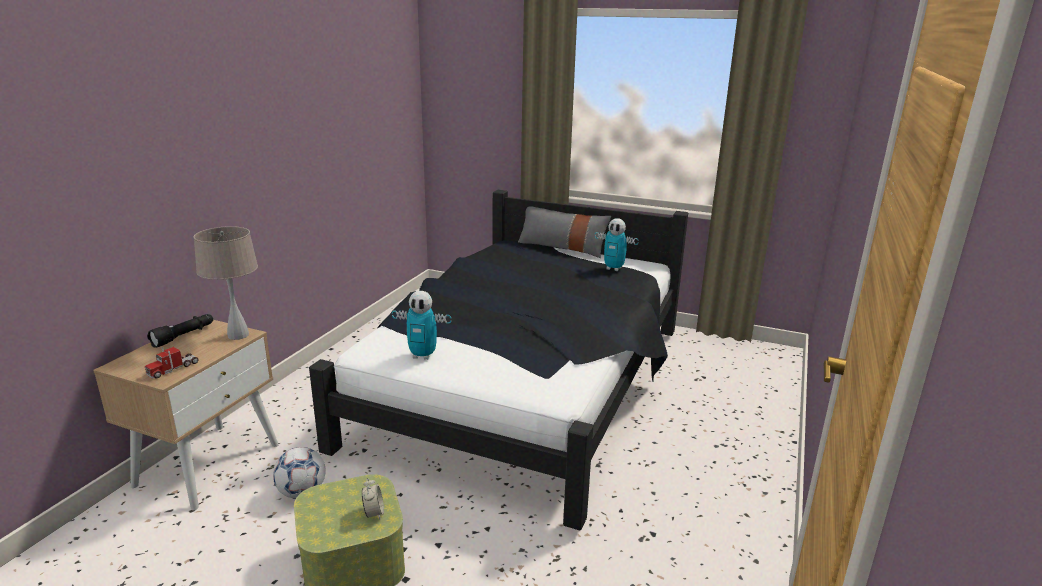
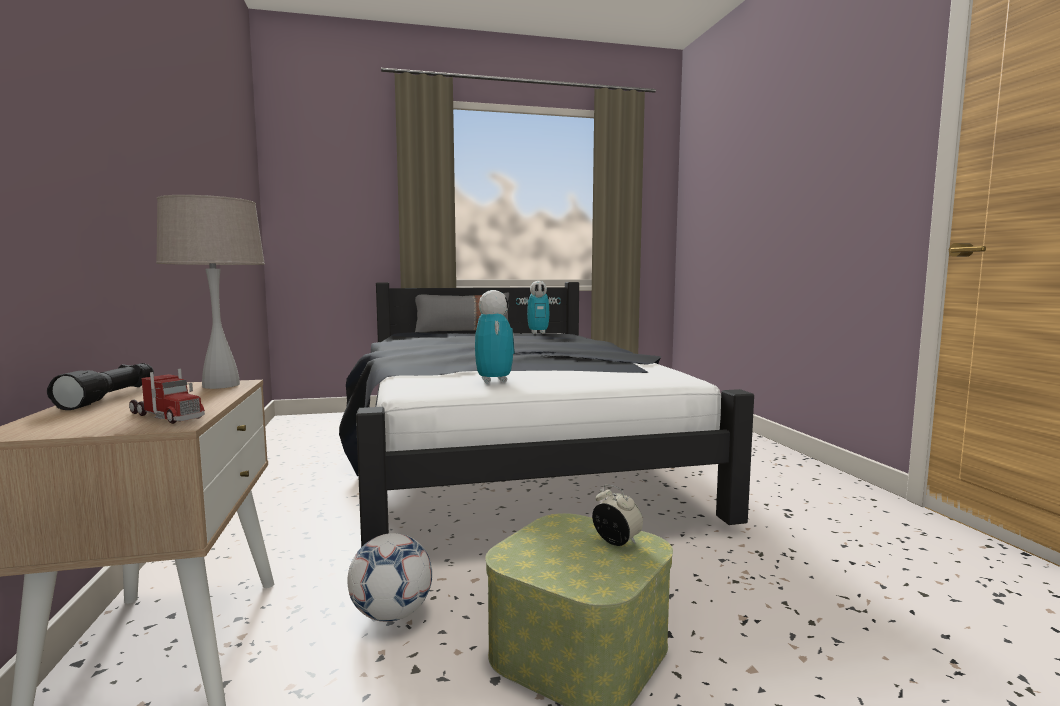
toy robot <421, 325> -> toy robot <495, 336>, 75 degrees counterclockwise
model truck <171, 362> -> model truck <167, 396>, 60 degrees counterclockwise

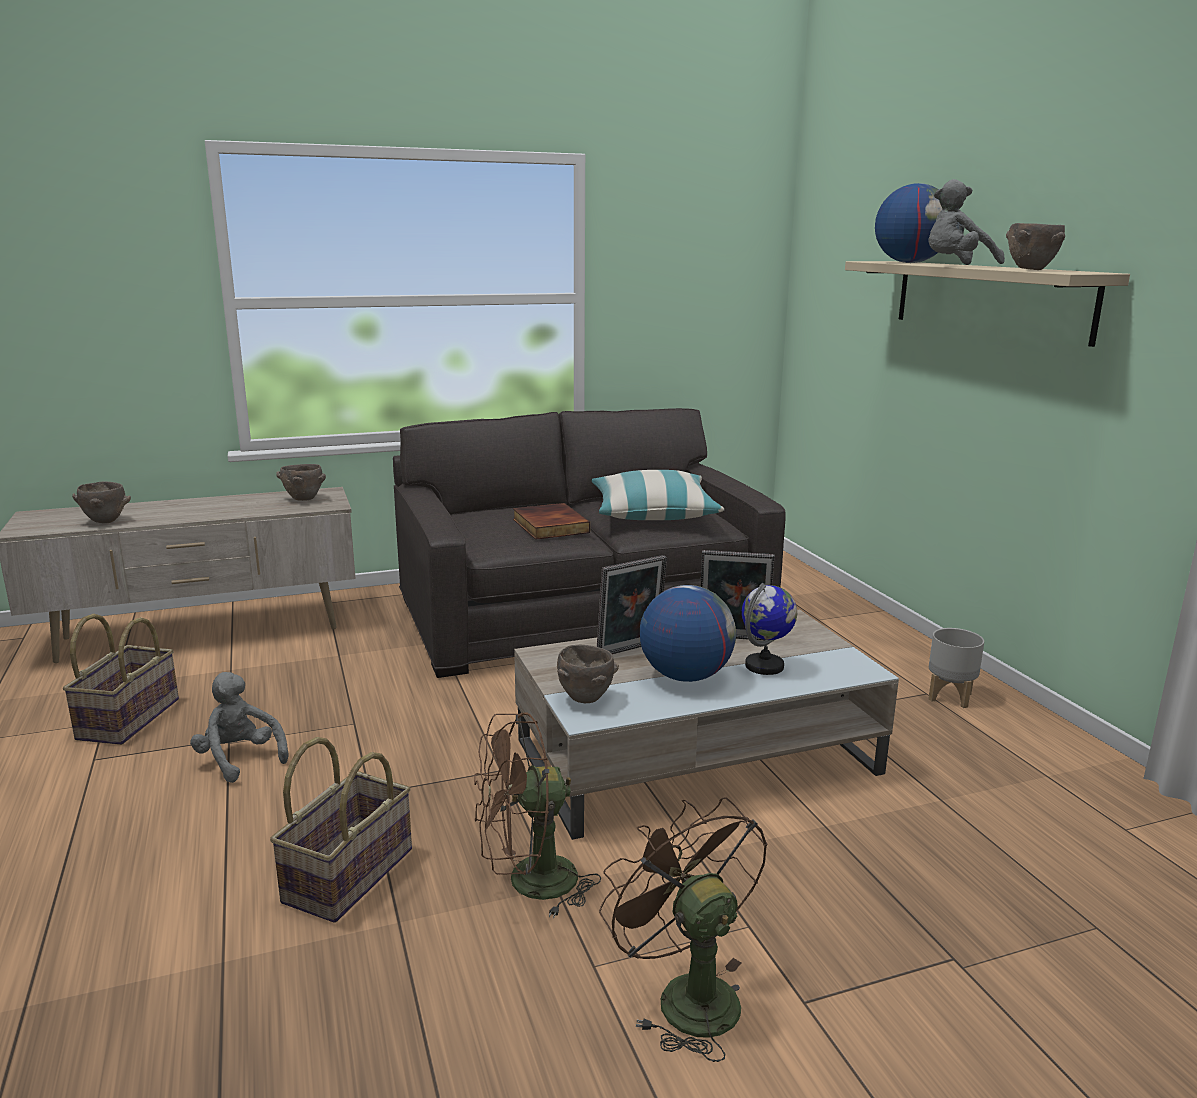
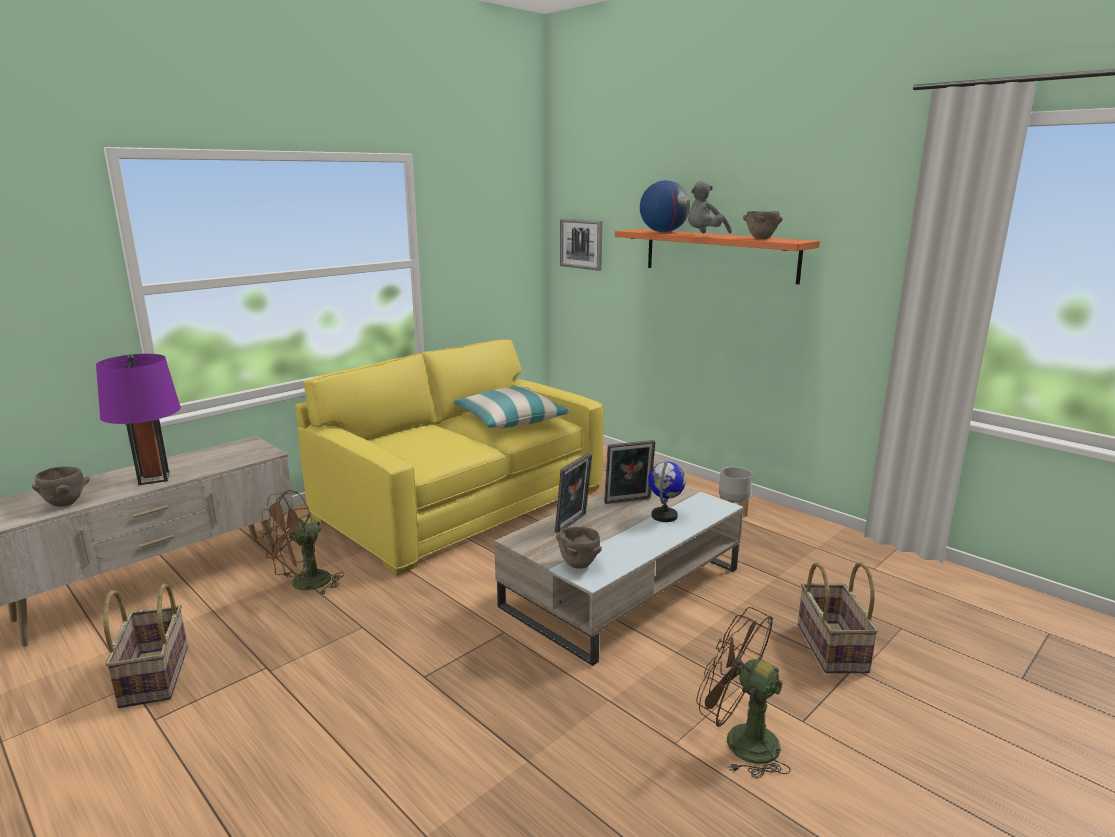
sand-coloured bracket shelf <987, 304> -> orange bracket shelf <717, 256>
greyish couch <589, 543> -> yellowish couch <449, 457>
brown deep dish <301, 482> -> none
bound book <551, 521> -> none
globe <688, 633> -> none
greyish soft toy <239, 727> -> none
brown electric fan <537, 815> -> brown electric fan <302, 543>, relocated
household basket <341, 830> -> household basket <838, 617>, relocated
none -> wall art <581, 245>
none -> purple-coloured lamp for a table <138, 419>

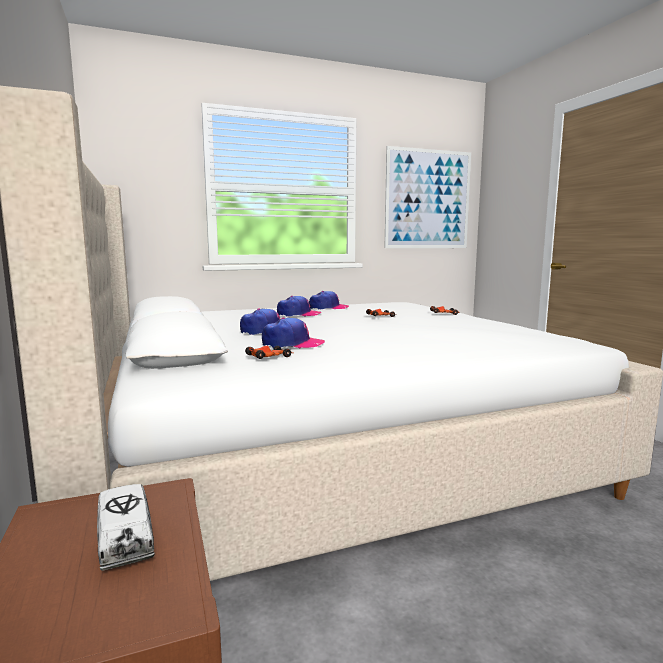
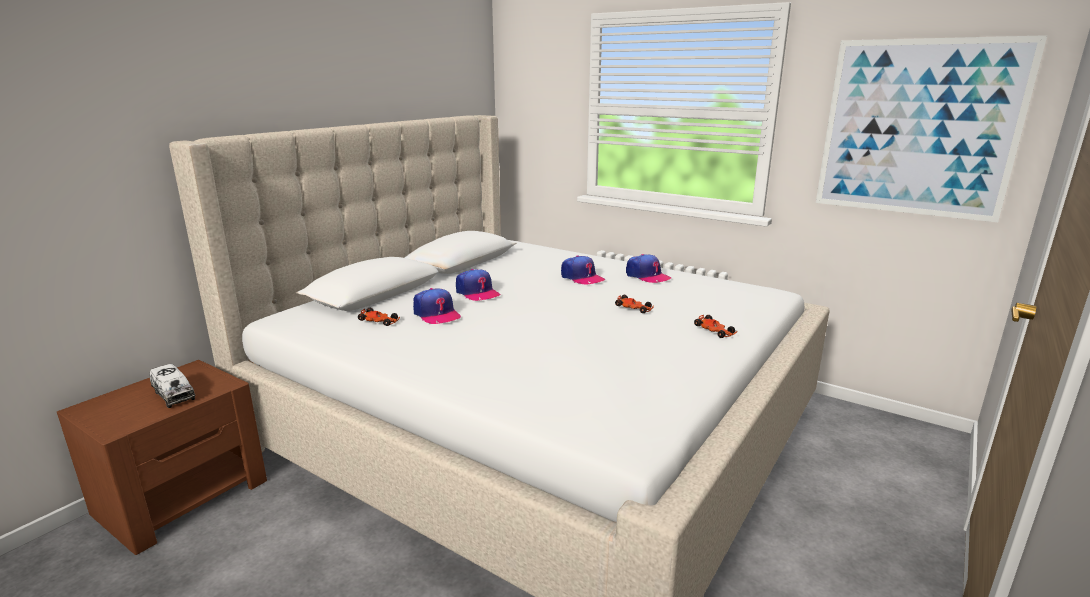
model truck <126, 527> -> model truck <172, 386>, 105 degrees clockwise

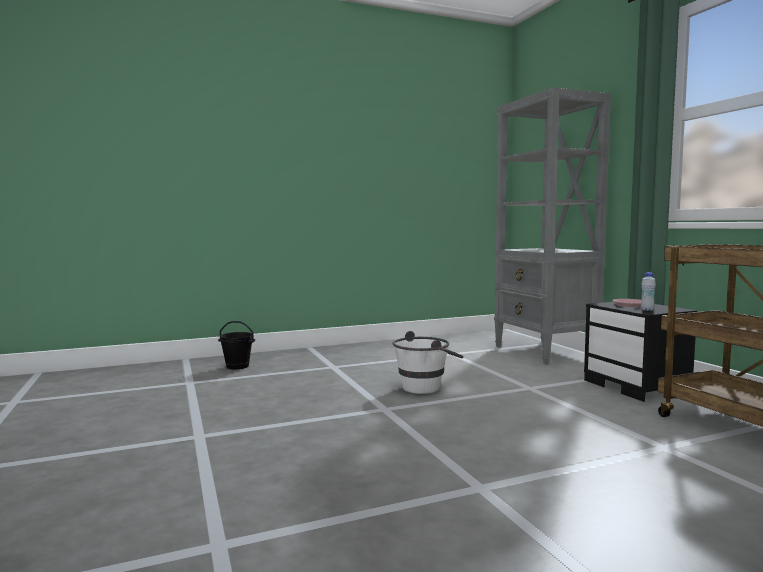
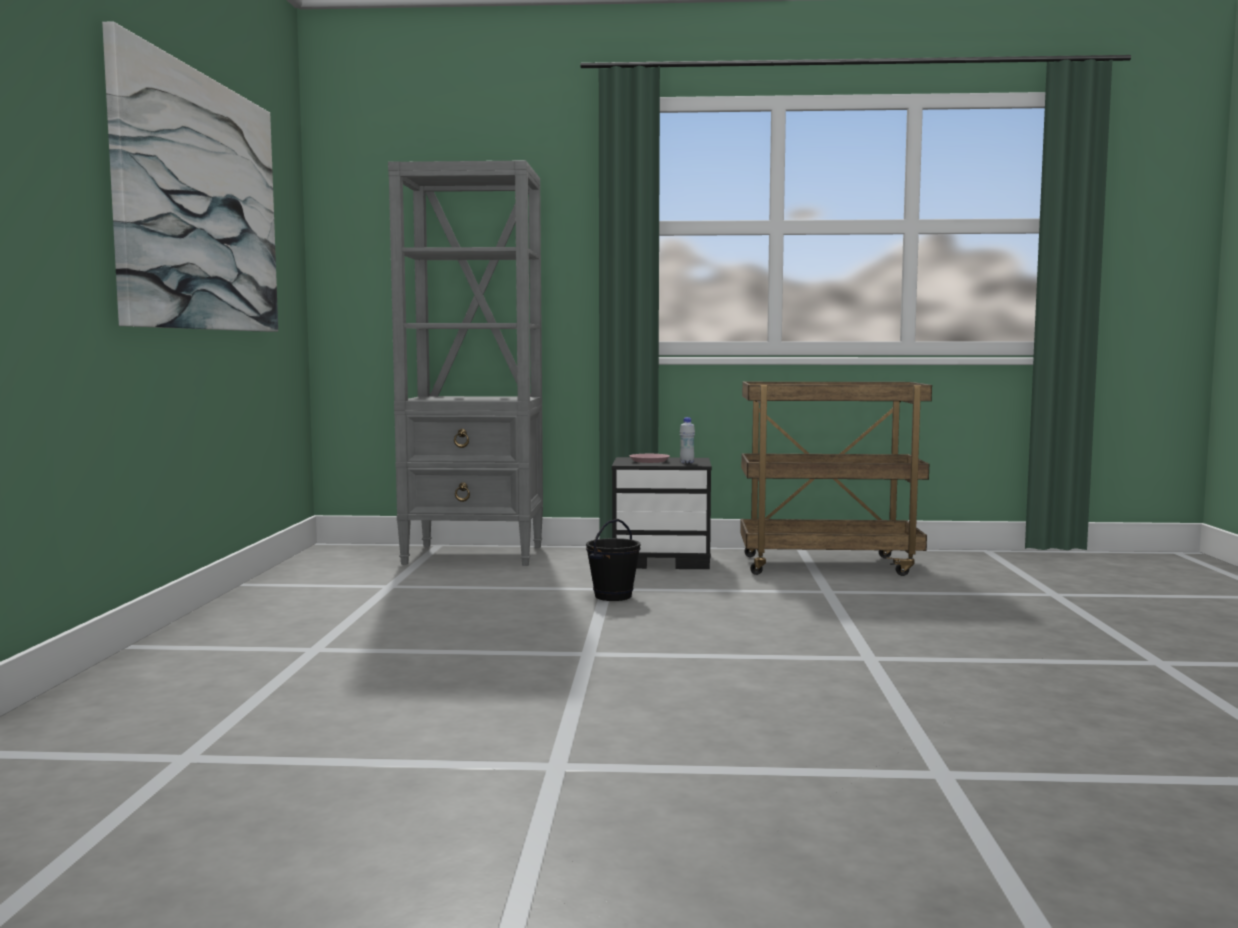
blackish pail <236, 345> -> blackish pail <613, 560>, relocated
white-coloured pail <428, 362> -> none
none -> wall art <190, 177>

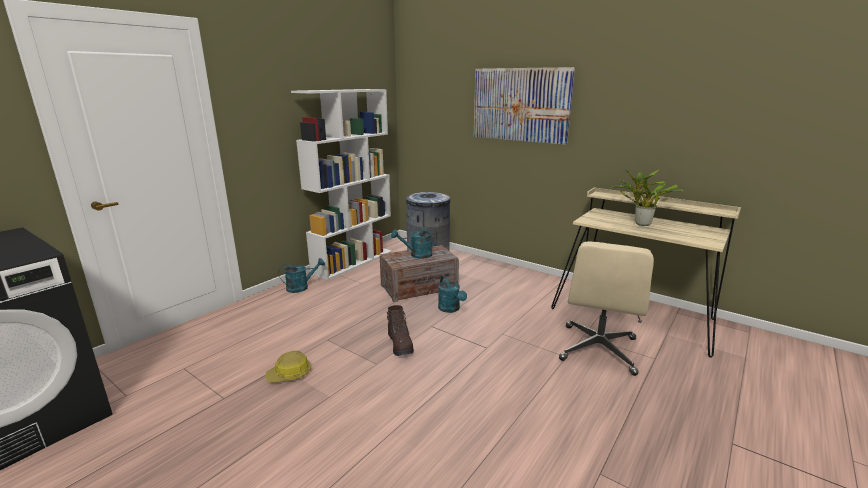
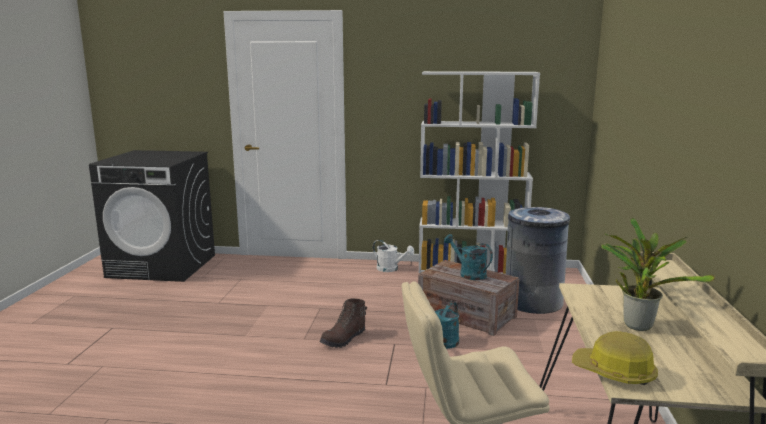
wall art <524, 106> -> none
turquoise-coloured watering pot <301, 275> -> white-coloured watering pot <393, 256>
hard hat <288, 367> -> hard hat <615, 358>, relocated

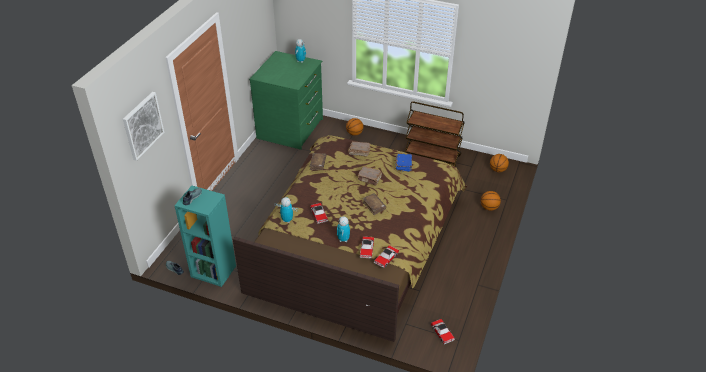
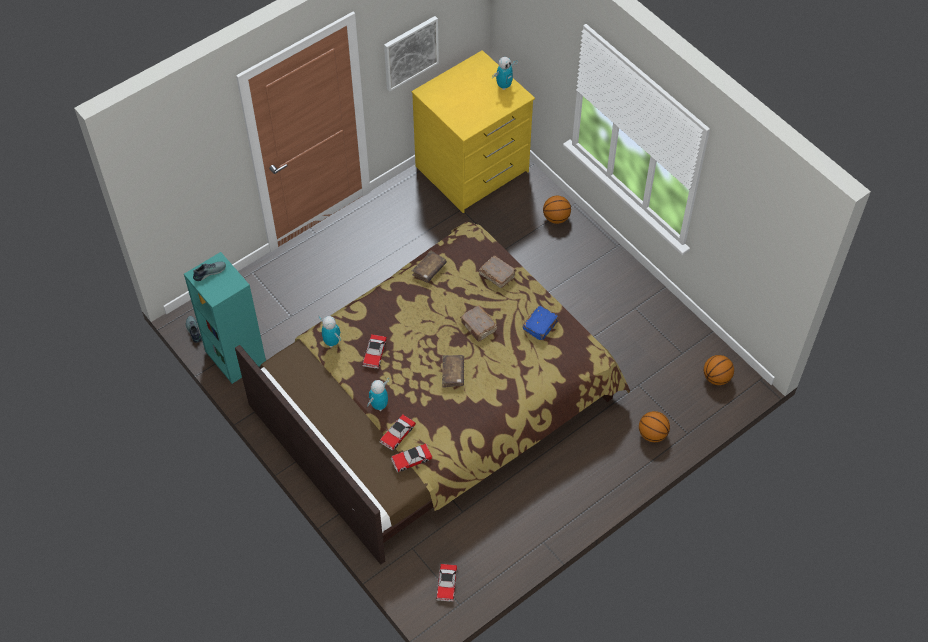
green dresser <286, 100> -> yellowish dresser <473, 131>
wall art <144, 126> -> wall art <411, 54>, relocated
brown trolley <435, 134> -> none

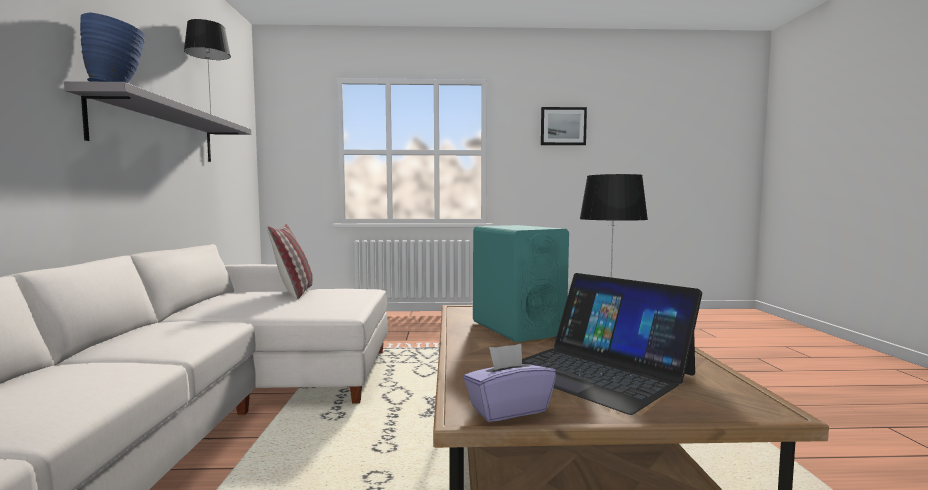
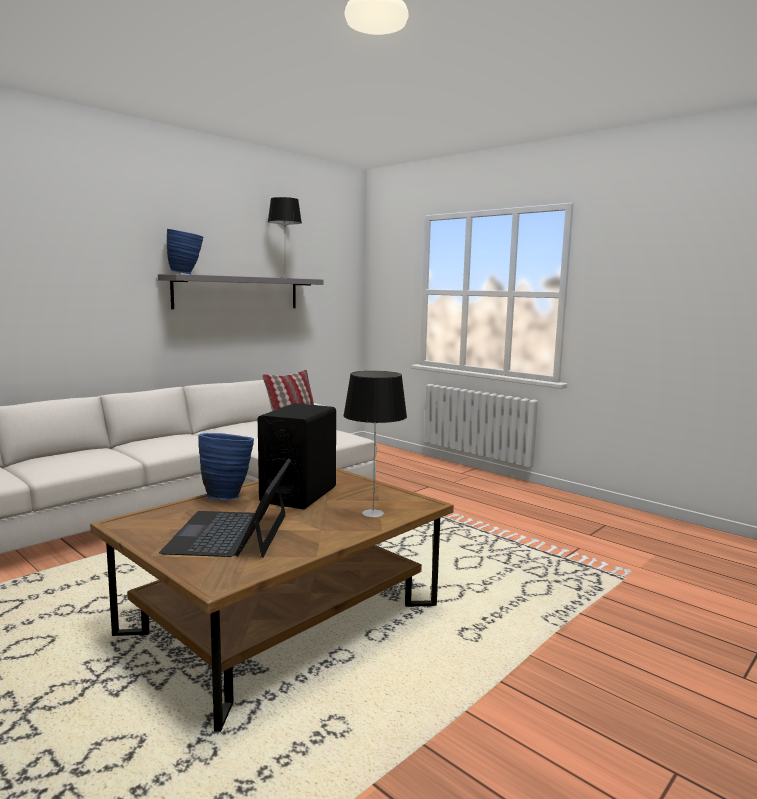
wall art <564, 126> -> none
turquoise-coloured audio speaker <521, 283> -> blackish audio speaker <297, 456>
purple-coloured box of tissues <509, 383> -> none
none -> blue-coloured decorative vase <226, 466>

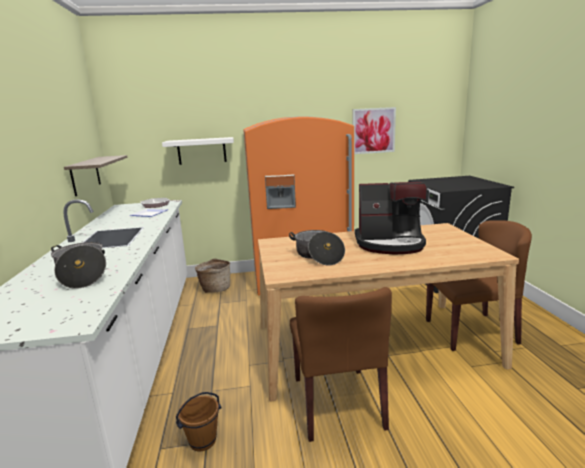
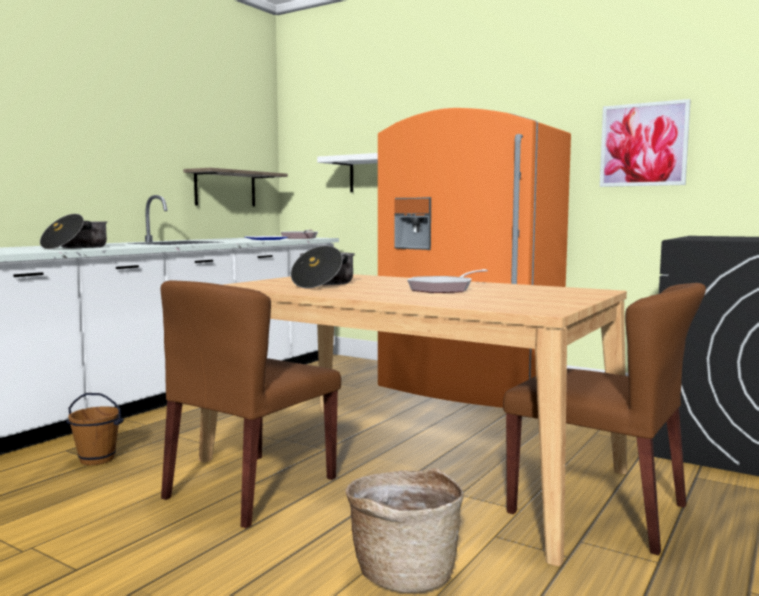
coffee maker <391, 218> -> skillet <447, 281>
household basket <213, 275> -> household basket <404, 530>, relocated

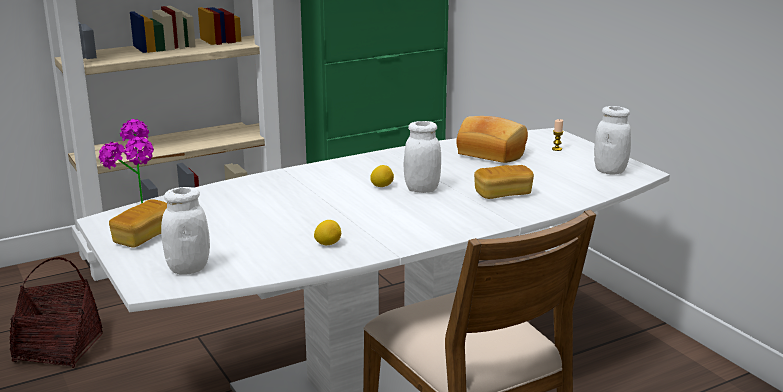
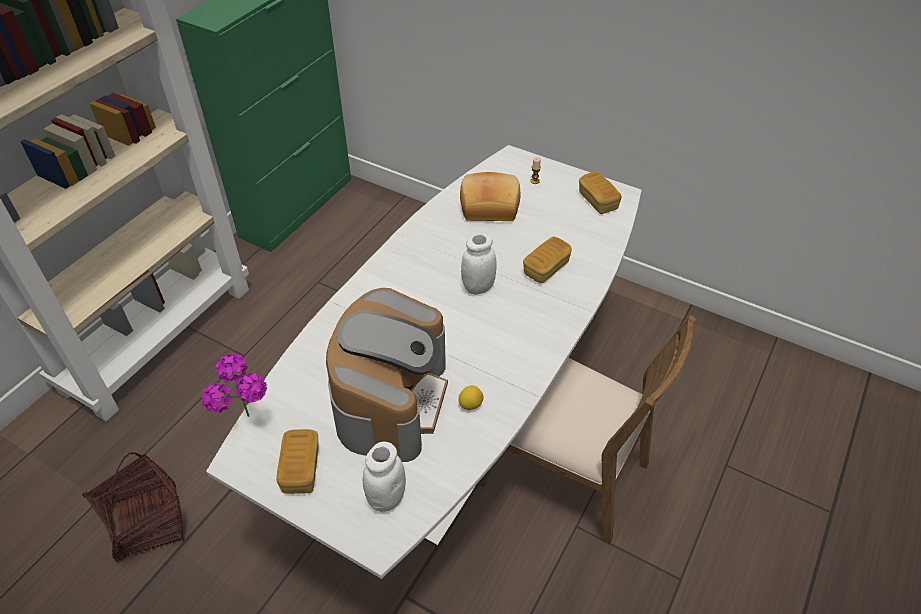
white-coloured jar <612, 140> -> bread <600, 193>
citrus fruit <382, 176> -> none
none -> coffee maker <387, 375>

